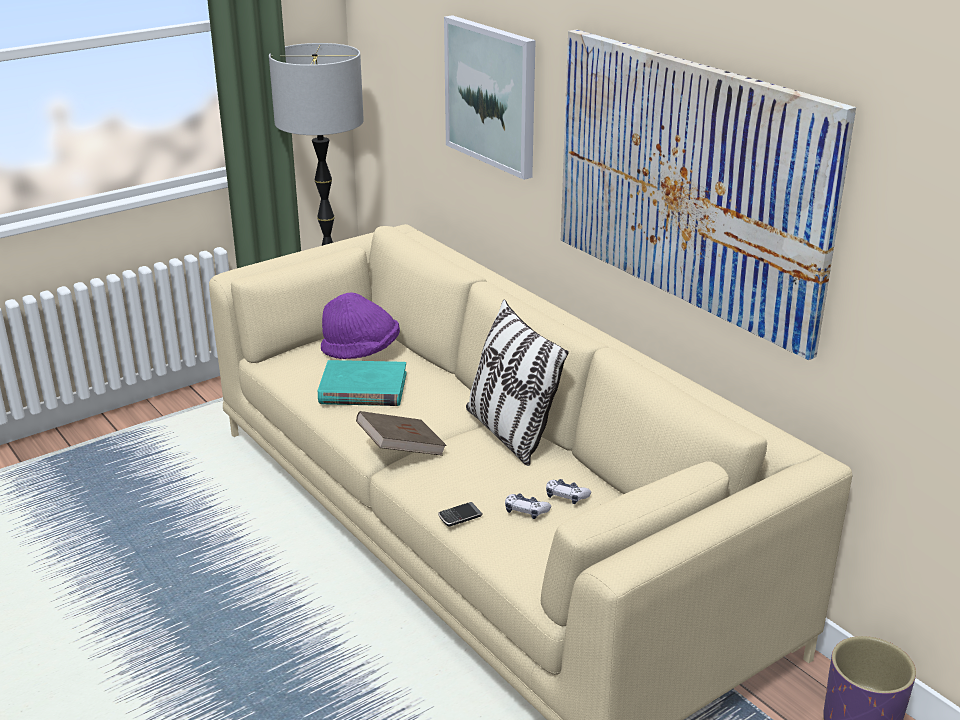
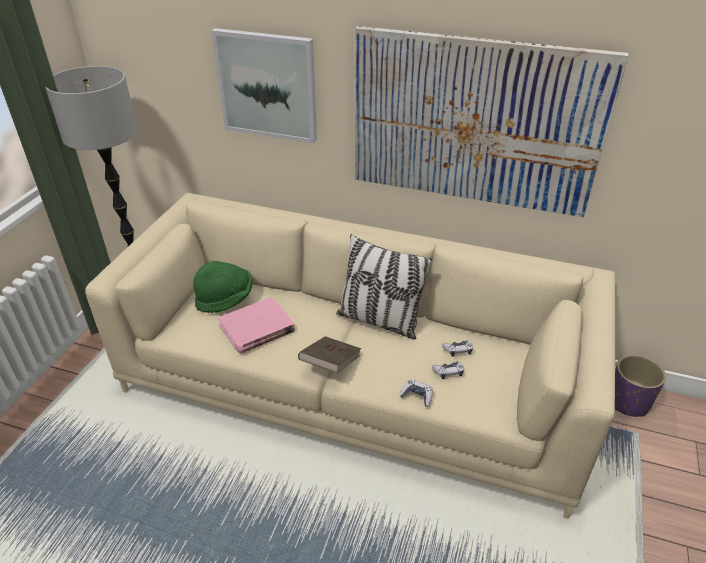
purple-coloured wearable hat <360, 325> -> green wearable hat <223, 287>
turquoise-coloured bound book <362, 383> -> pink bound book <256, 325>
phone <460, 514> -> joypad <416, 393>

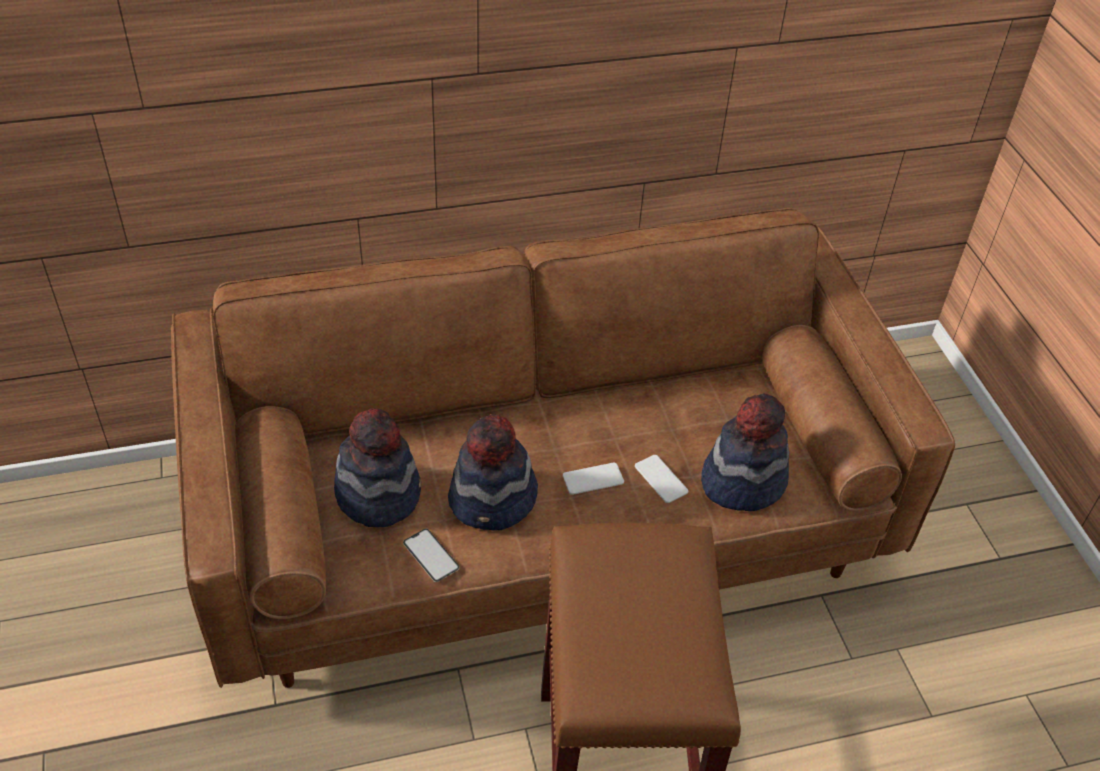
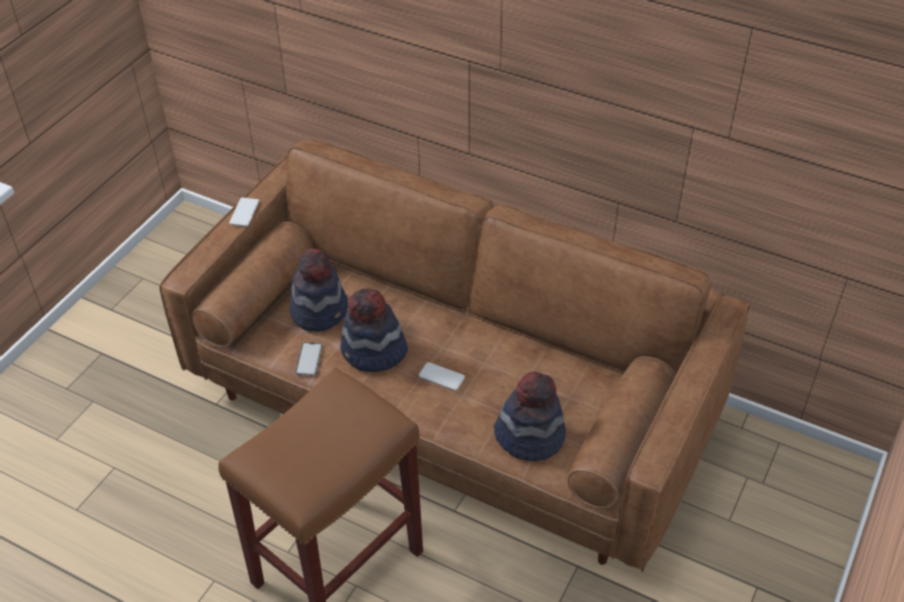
phone <661, 479> -> phone <244, 212>, relocated

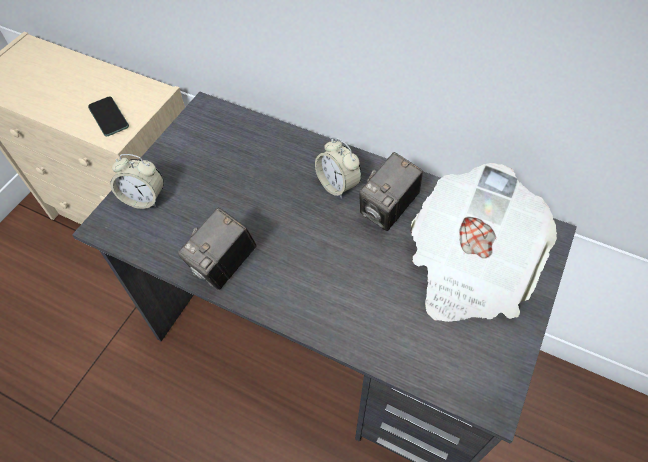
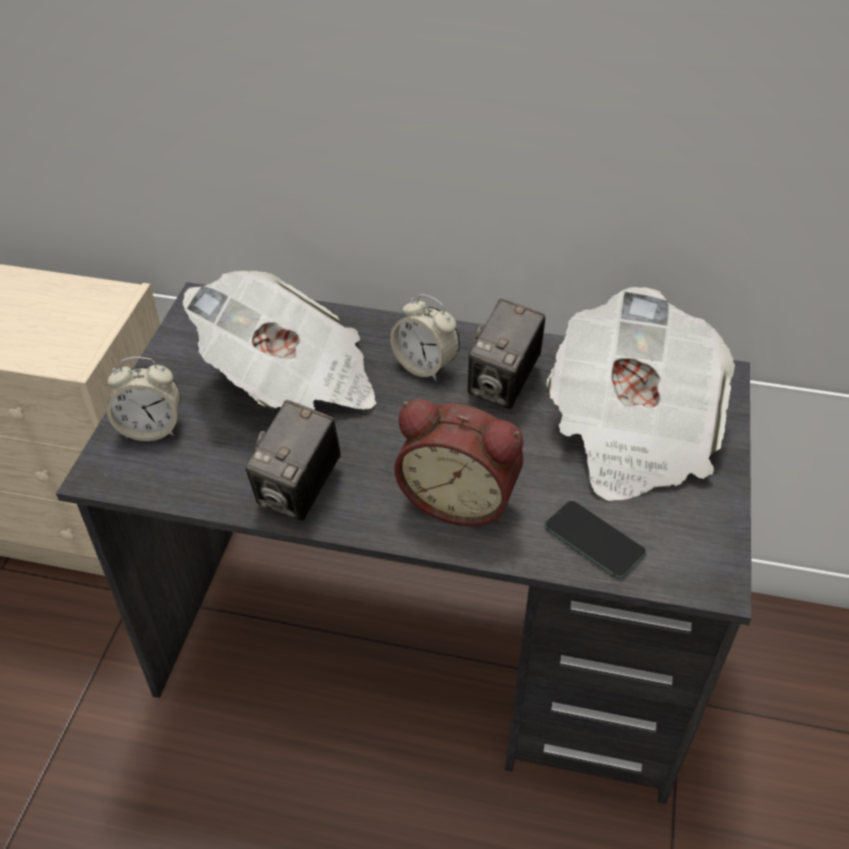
phone <108, 116> -> phone <595, 540>, relocated
none -> newspaper <280, 340>
none -> alarm clock <458, 462>

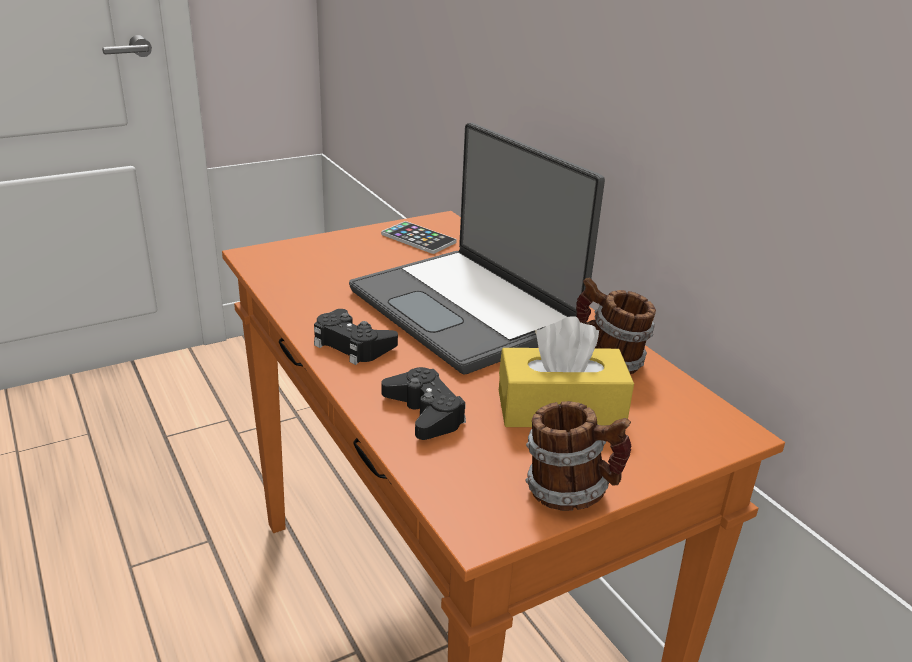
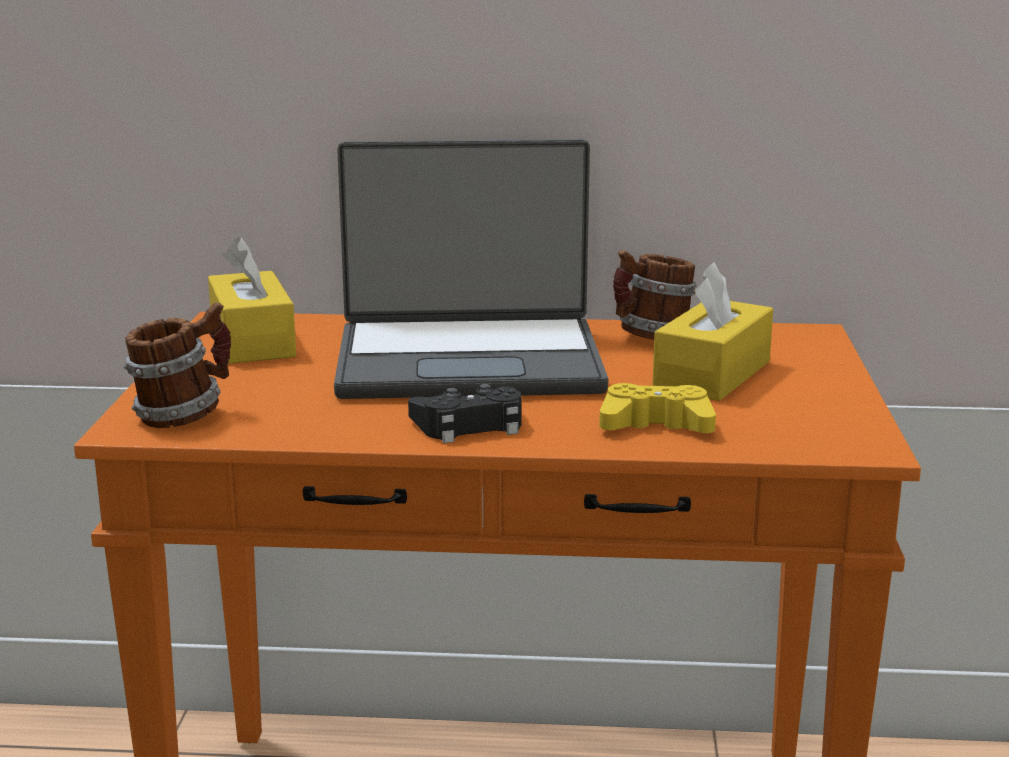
phone <419, 237> -> yellowish box of tissues <252, 300>
blackish joypad <423, 403> -> yellowish joypad <657, 408>
coffee mug <578, 456> -> coffee mug <177, 365>, relocated

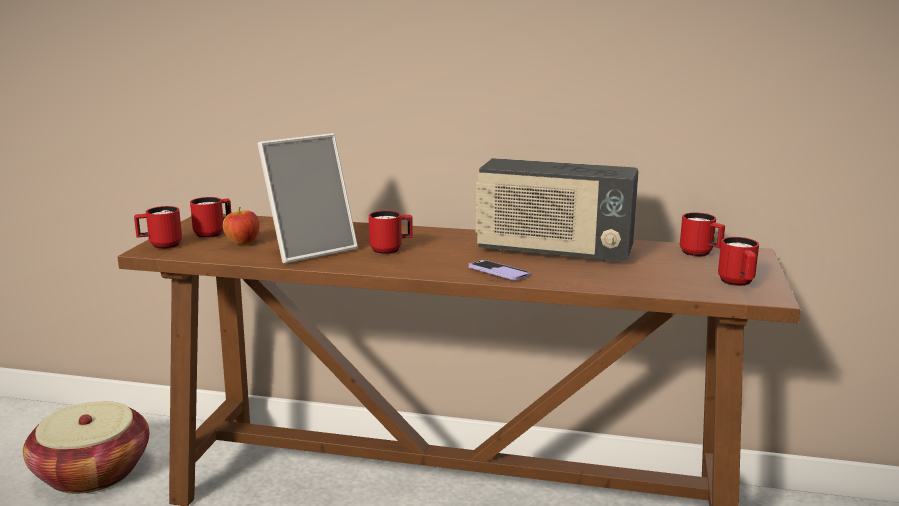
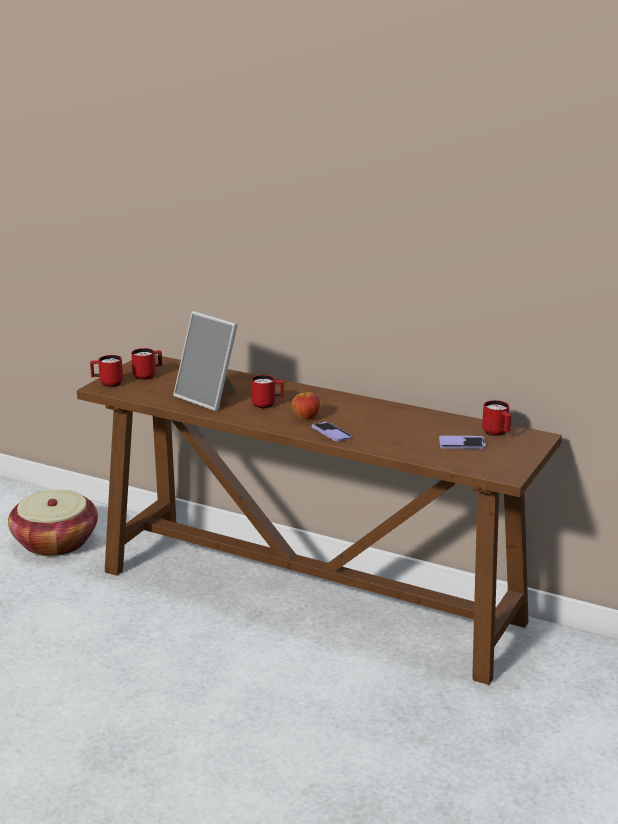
picture frame <308, 198> -> picture frame <205, 361>, 60 degrees clockwise
radio set <557, 210> -> none
apple fruit <241, 226> -> apple fruit <306, 405>, relocated
reddish coffee mug <738, 261> -> none
none -> phone <462, 442>

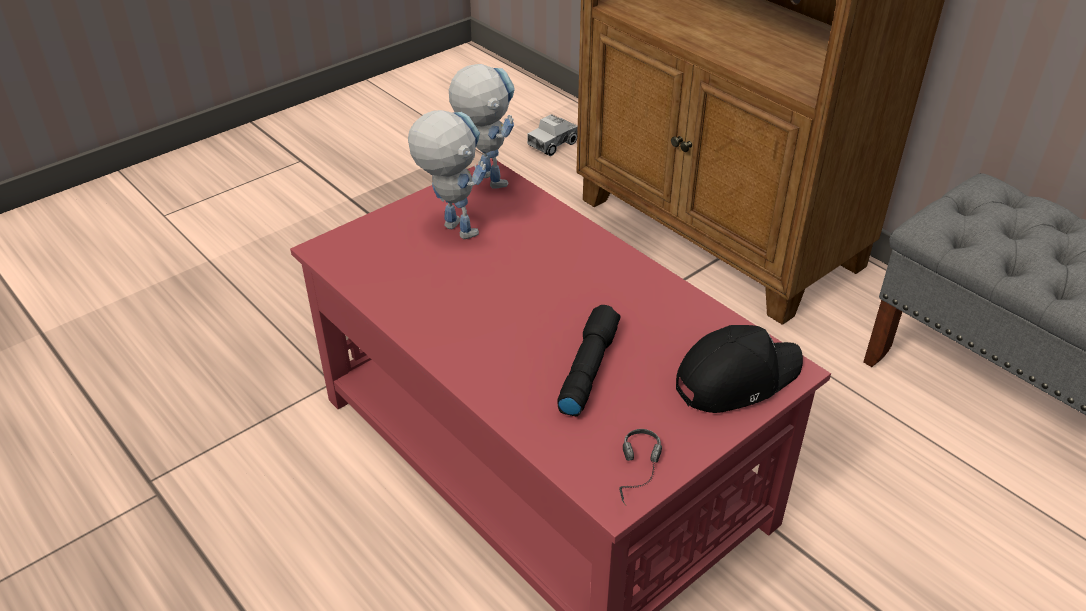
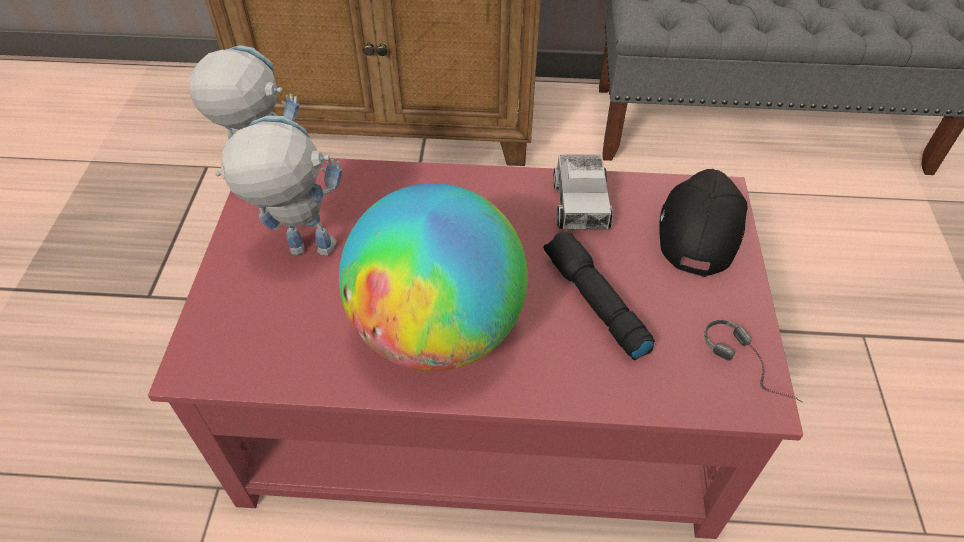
model truck <552, 135> -> model truck <583, 192>, relocated
none -> globe <433, 277>

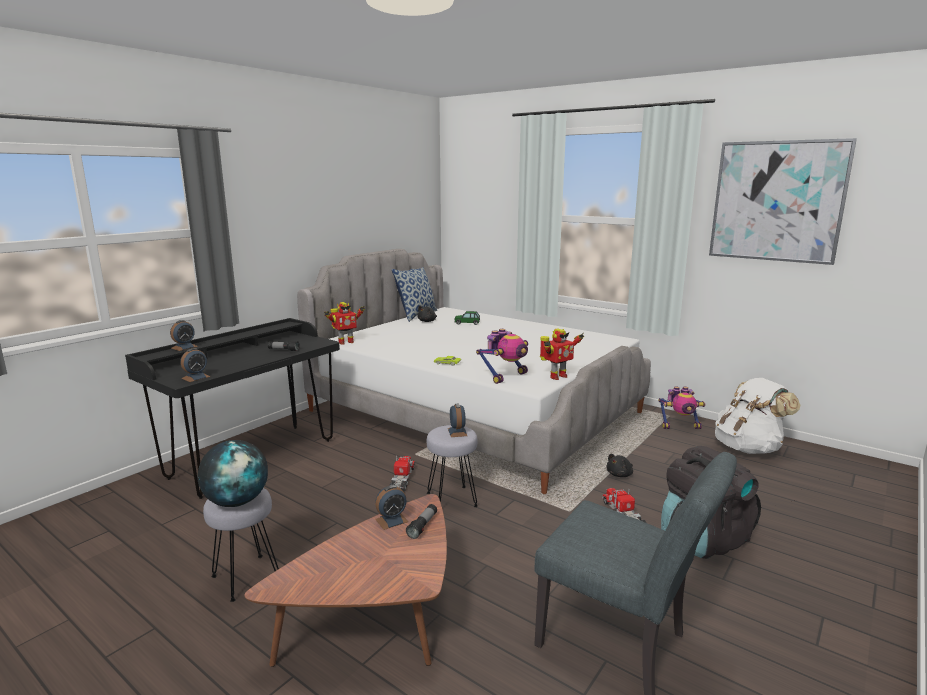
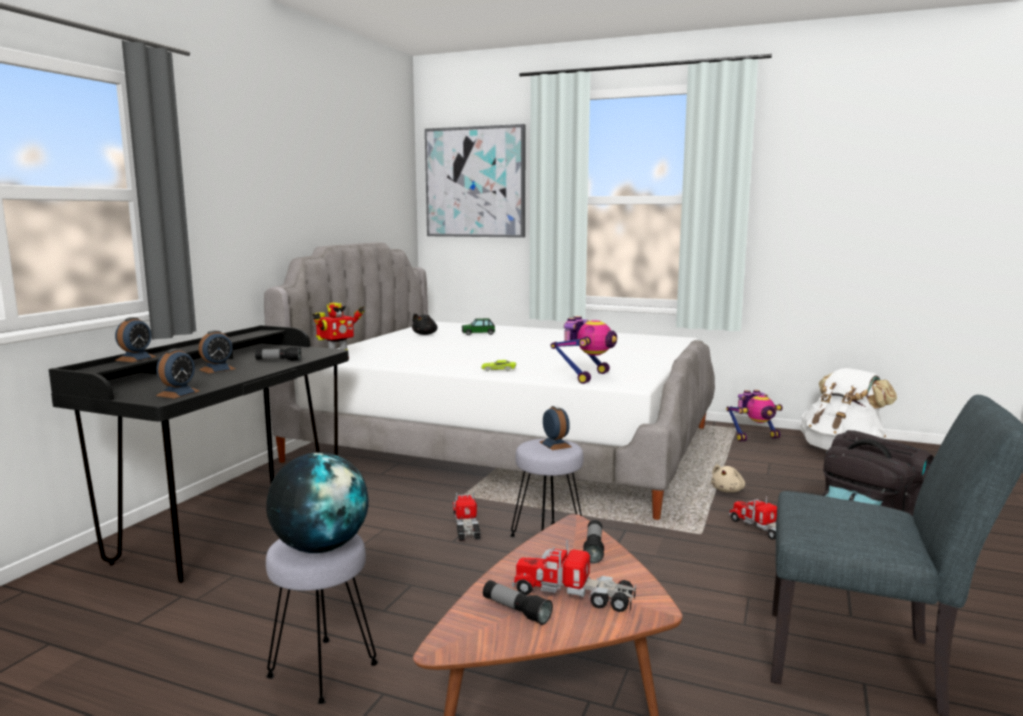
wall art <783, 201> -> wall art <475, 181>, relocated
throw pillow <414, 294> -> none
toy robot <562, 354> -> none
blackish soft toy <619, 465> -> sand-coloured soft toy <728, 479>
alarm clock <391, 507> -> alarm clock <217, 351>, relocated
none -> model truck <574, 575>
none -> flashlight <518, 602>

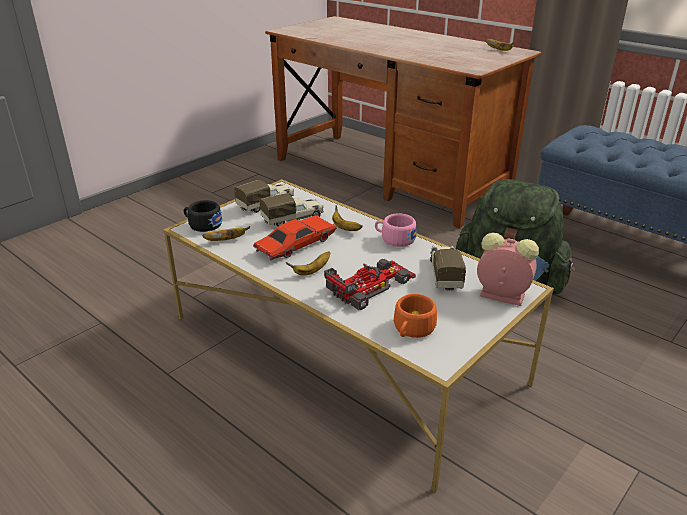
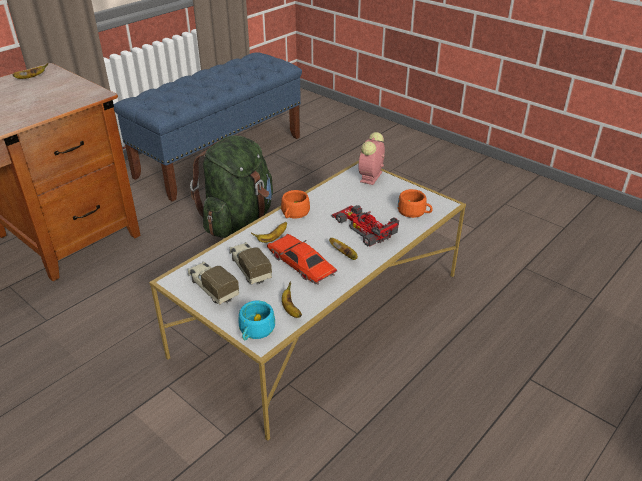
blackish drinking cup <203, 216> -> turquoise-coloured drinking cup <257, 320>
pink drinking cup <396, 230> -> orange drinking cup <295, 204>
model truck <448, 268> -> none

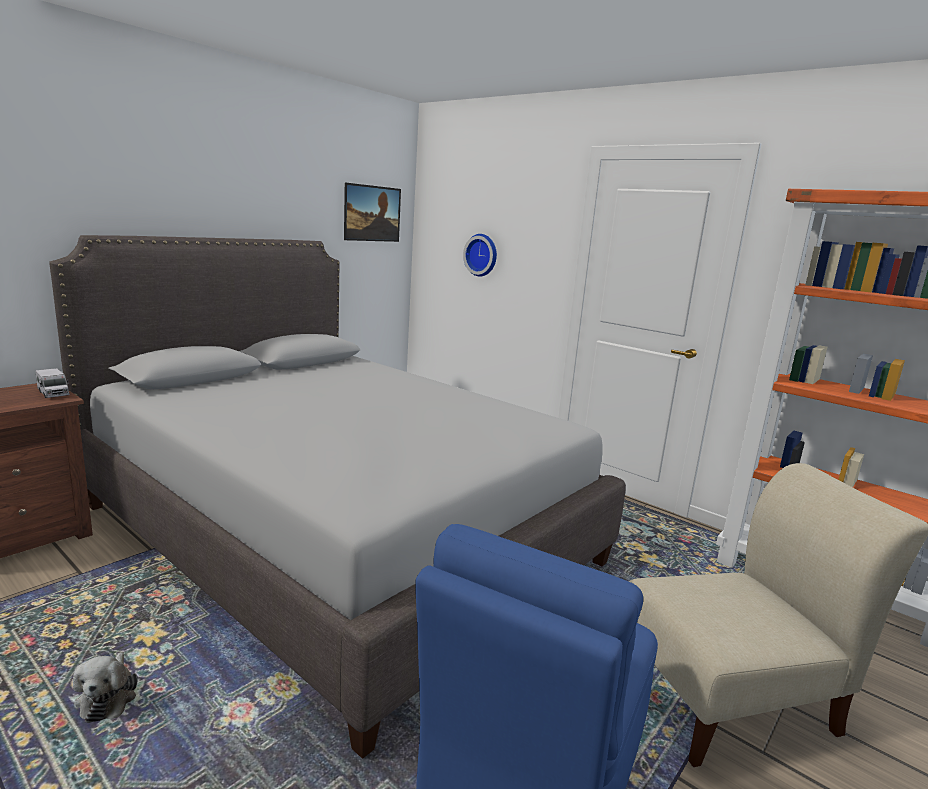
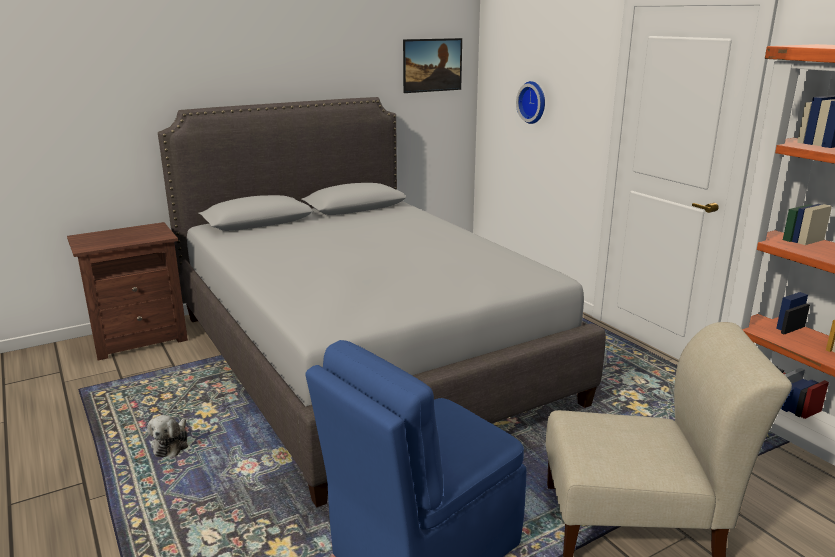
model truck <52, 383> -> none

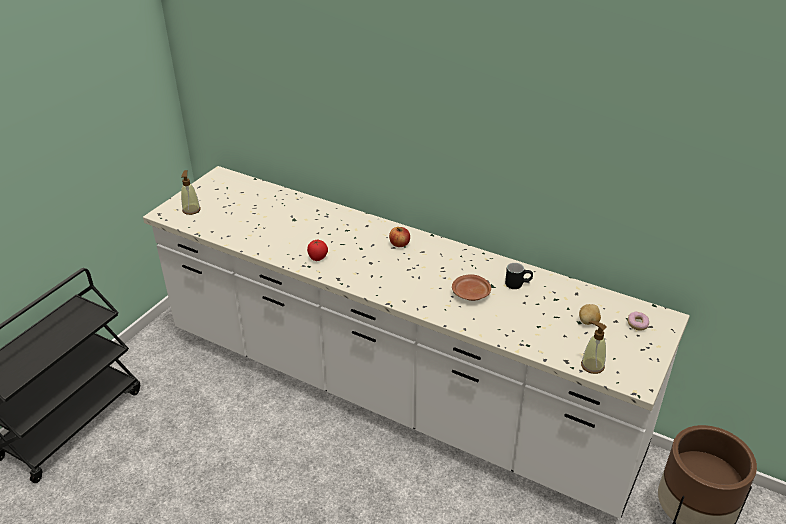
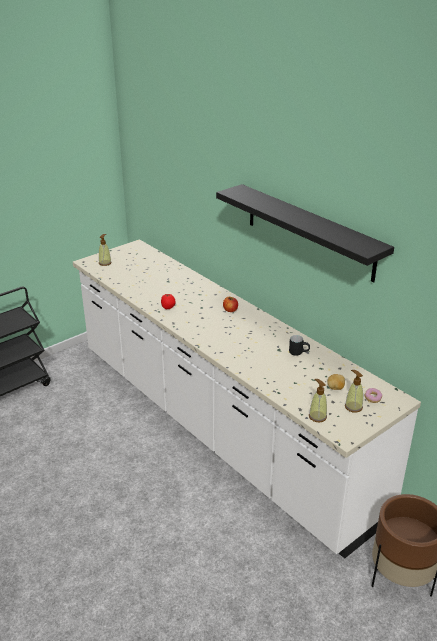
brown flat dish <471, 287> -> none
none -> blackish bracket shelf <305, 233>
none -> soap dispenser <354, 391>

